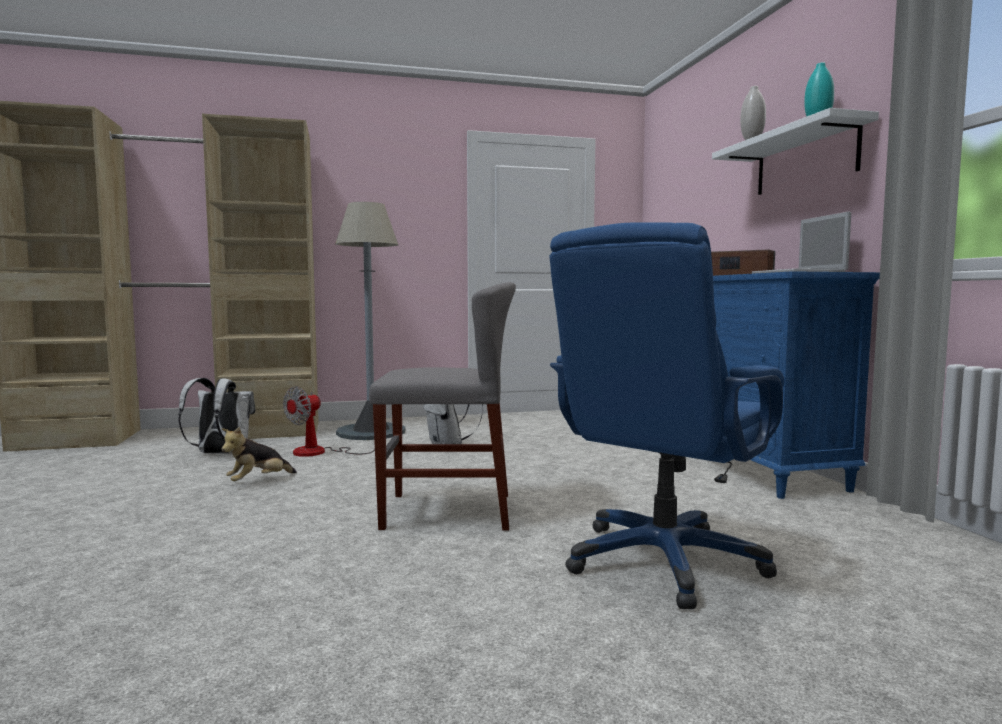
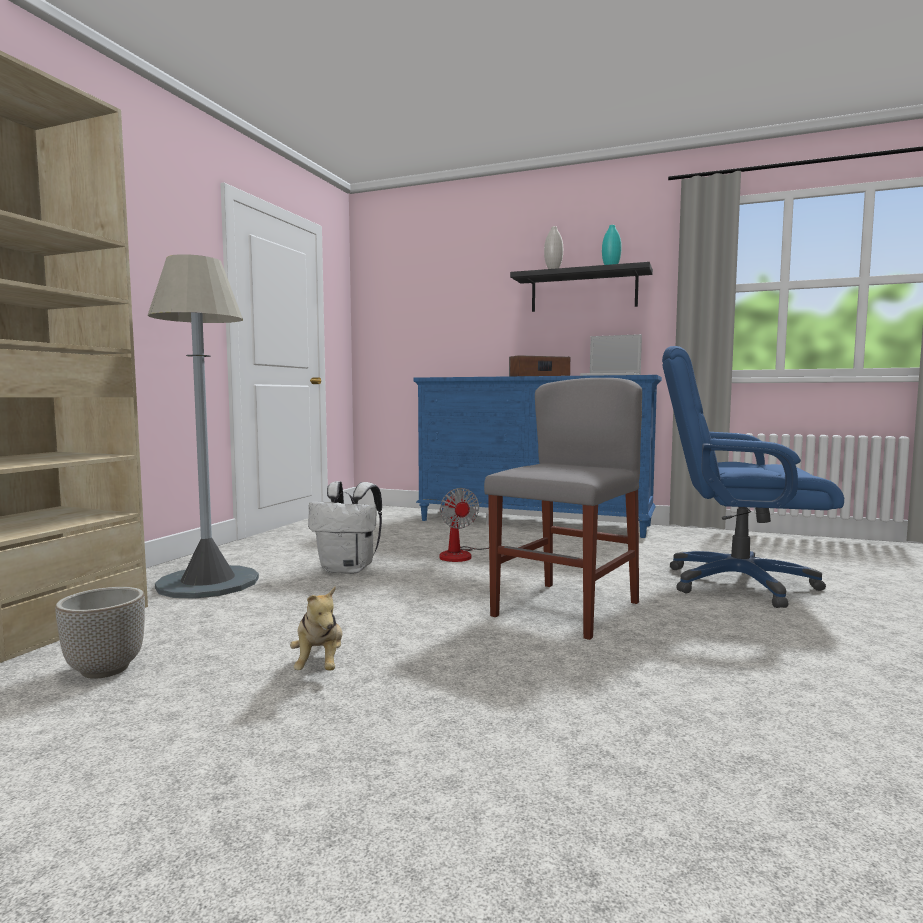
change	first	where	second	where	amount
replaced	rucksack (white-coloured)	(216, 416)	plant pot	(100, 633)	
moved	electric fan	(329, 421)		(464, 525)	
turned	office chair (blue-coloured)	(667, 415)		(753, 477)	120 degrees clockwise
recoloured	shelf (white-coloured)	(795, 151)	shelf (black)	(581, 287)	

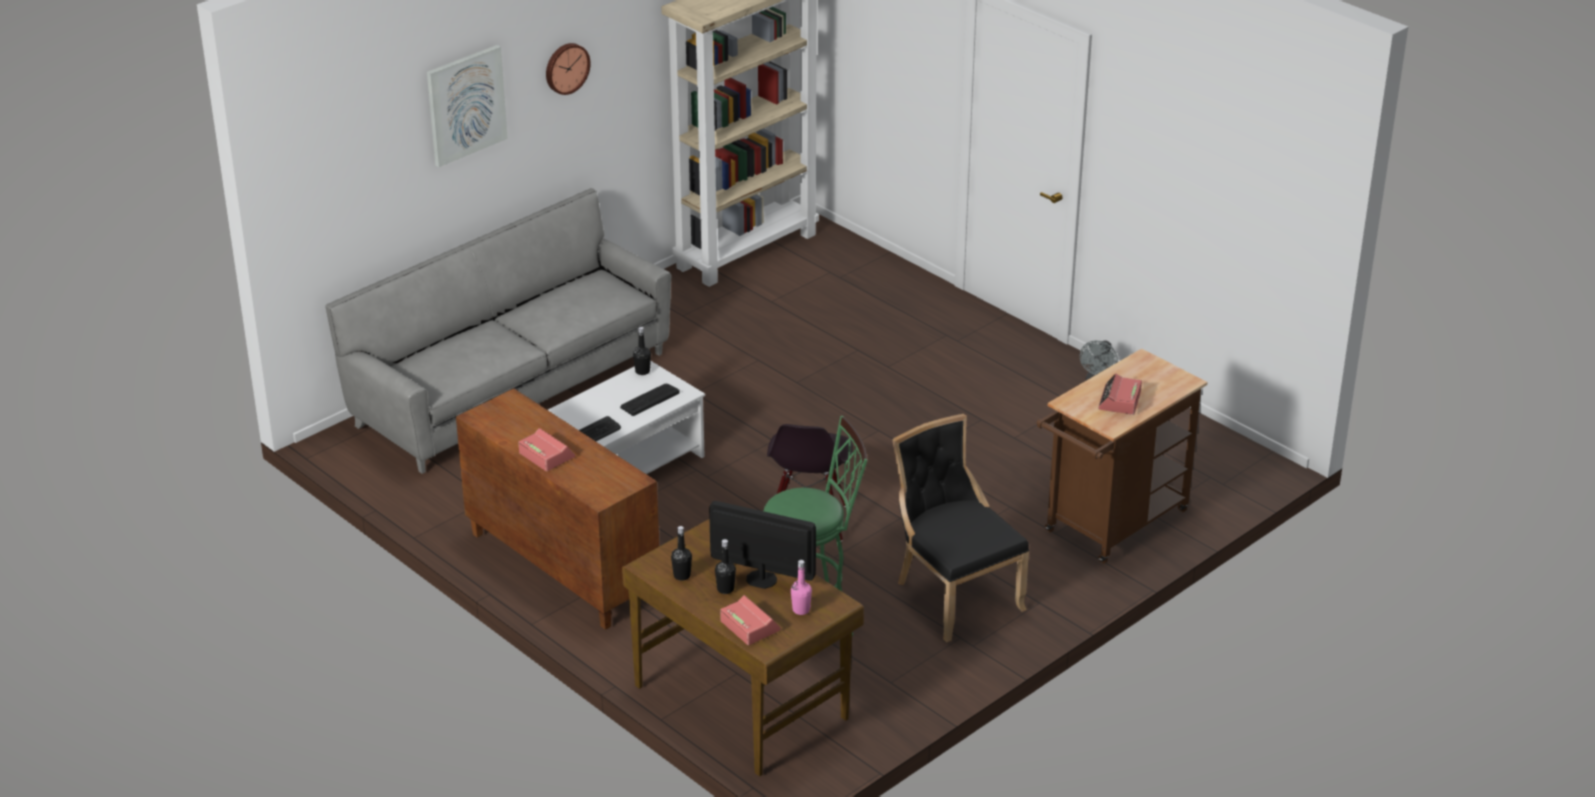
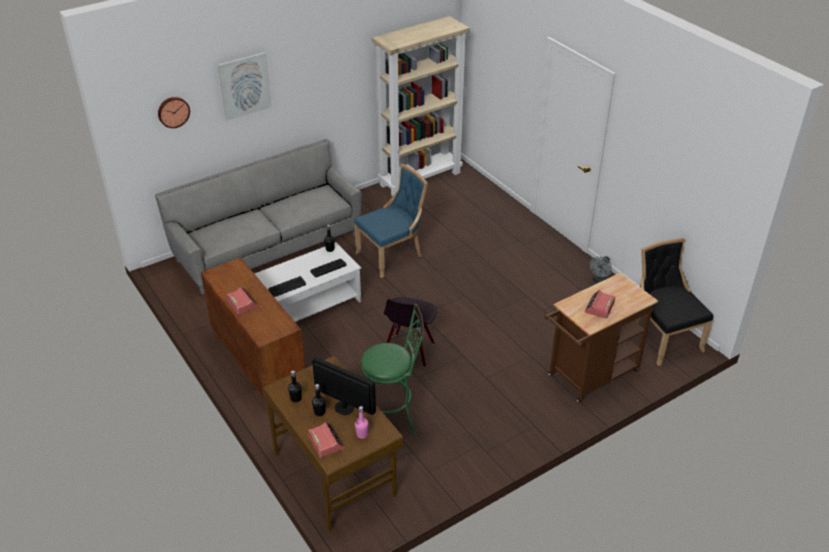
change	first	where	second	where	amount
moved	clock on the wall	(568, 69)		(174, 112)	
moved	chair (black)	(960, 528)		(674, 302)	
added			chair (blue-coloured)	(391, 221)	

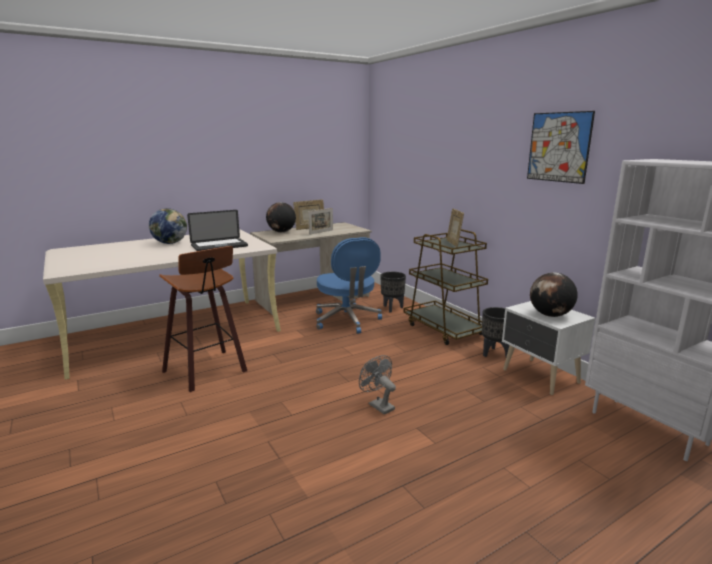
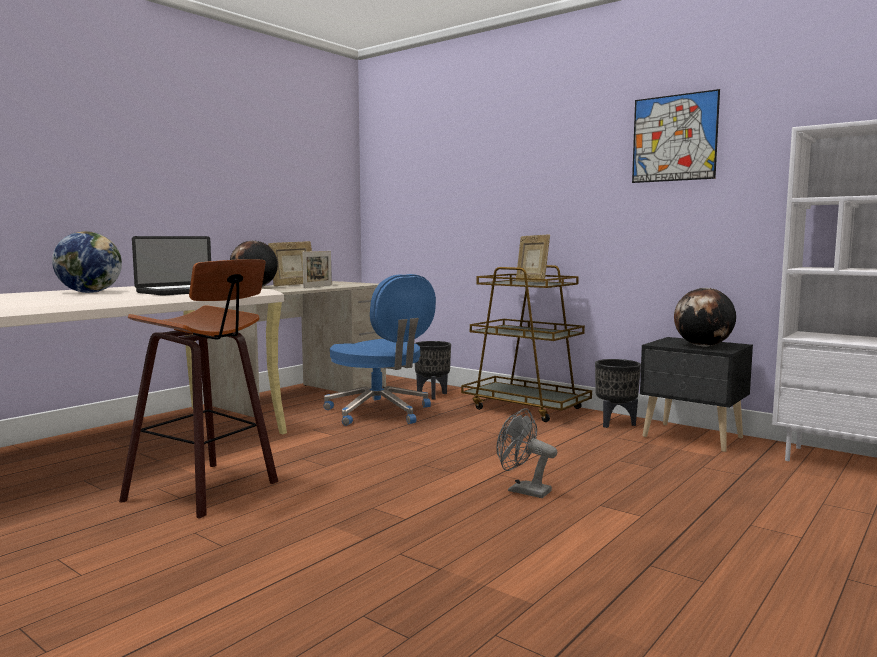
change	first	where	second	where	amount
recoloured	bedside table (white-coloured)	(548, 348)	bedside table (black)	(696, 394)	

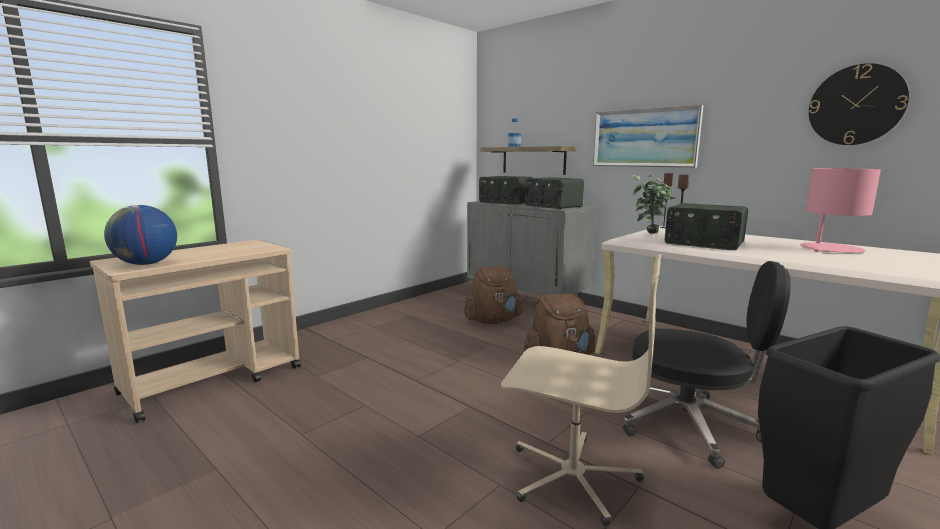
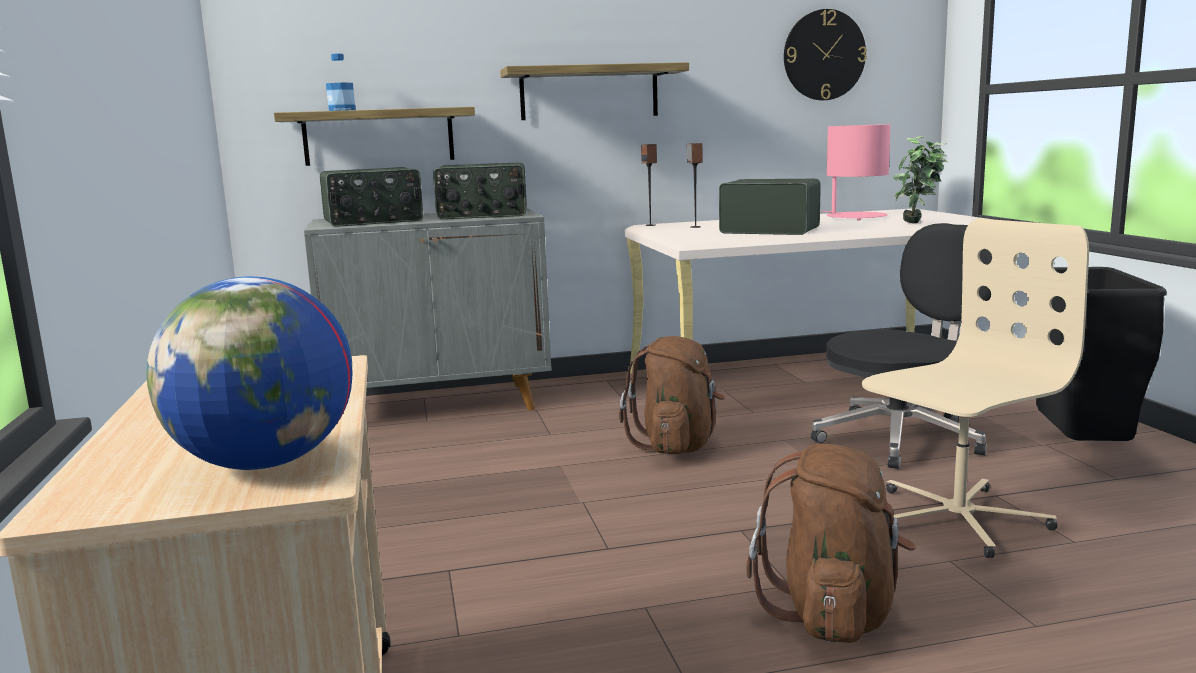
change	first	where	second	where	amount
moved	rucksack (brownish)	(493, 295)		(831, 543)	
replaced	picture	(648, 136)	shelf	(594, 91)	
moved	potted plant	(653, 204)		(920, 179)	
turned	radio set	(706, 226)		(770, 207)	135 degrees counterclockwise

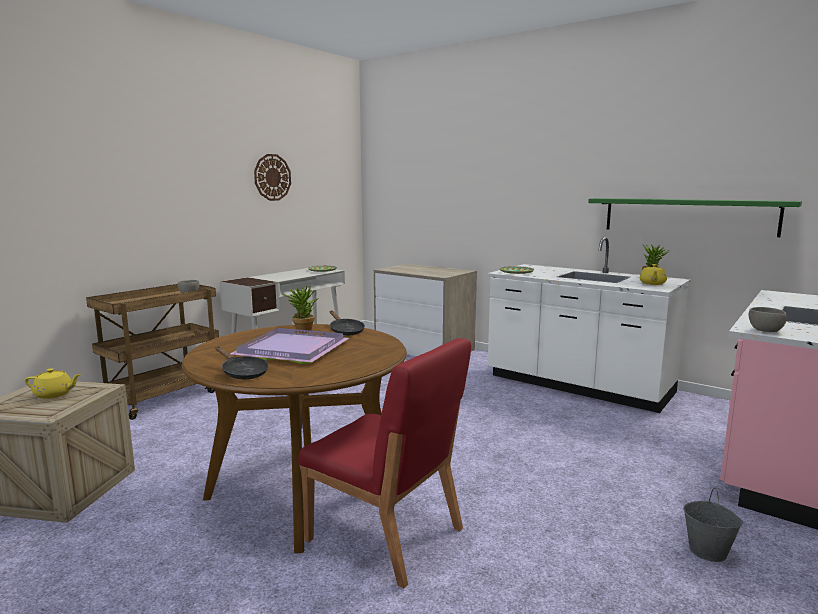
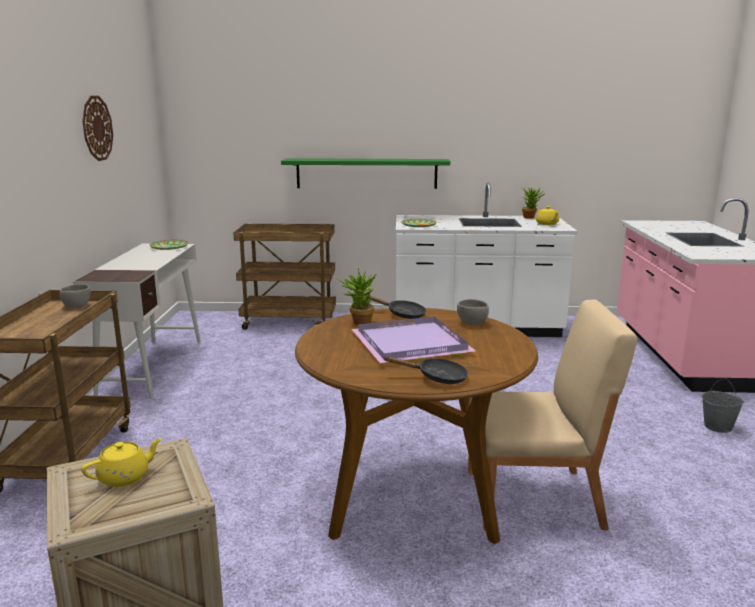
change	first	where	second	where	amount
recoloured	chair (reddish)	(384, 463)	chair (beige-coloured)	(552, 415)	
replaced	drawer chest	(425, 310)	wheeled cart (brownish)	(284, 277)	
moved	shelf (green-coloured)	(695, 217)		(365, 173)	
moved	bowl (grey)	(768, 319)		(473, 312)	

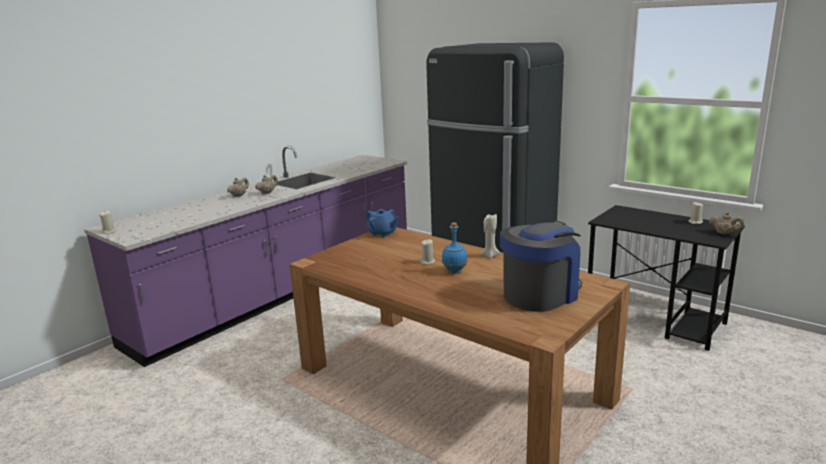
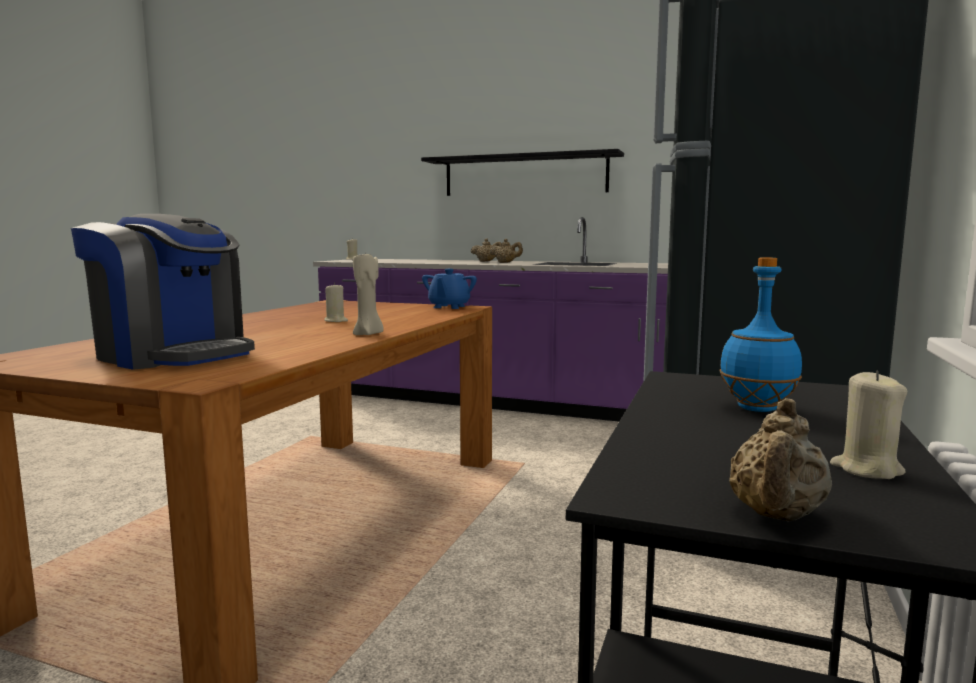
change	first	where	second	where	amount
moved	beverage bottle (blue-coloured)	(455, 248)		(760, 334)	
added			shelf (black)	(522, 172)	

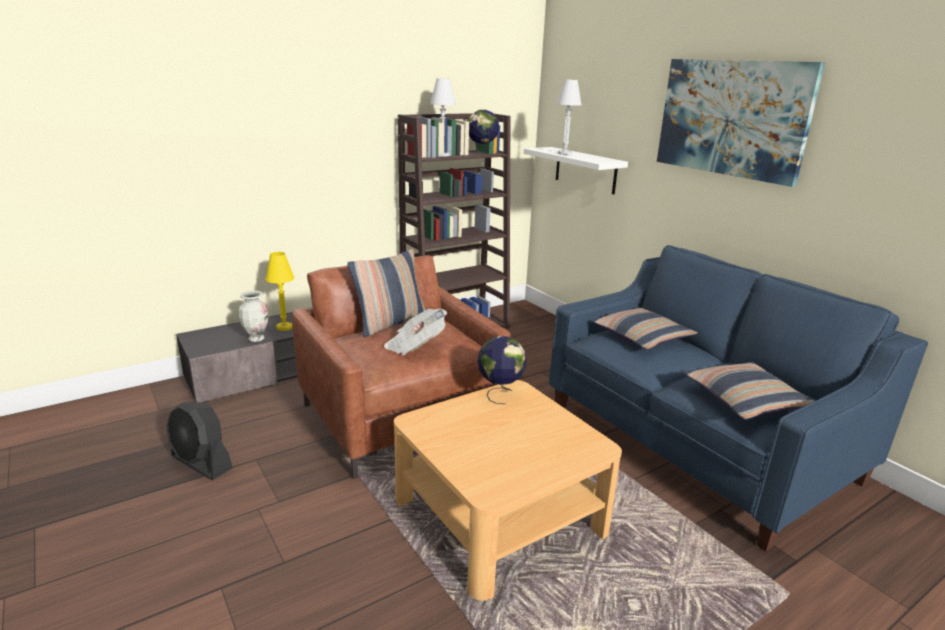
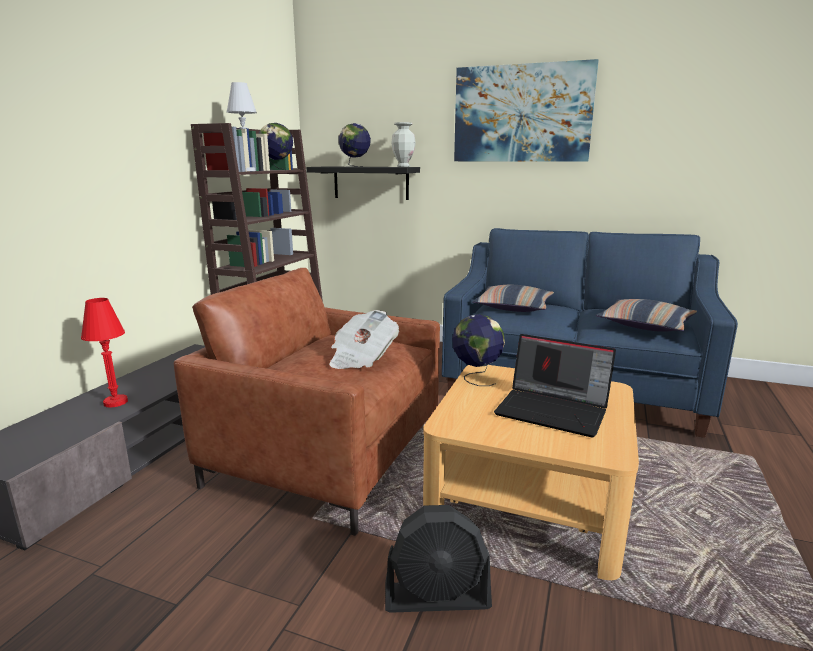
change	first	where	second	where	amount
moved	electric fan (black)	(199, 441)		(438, 559)	
moved	vase	(253, 316)		(403, 144)	
recoloured	table lamp (yellow-coloured)	(279, 291)	table lamp (reddish)	(104, 353)	
removed	throw pillow	(386, 293)			
recoloured	shelf (white-coloured)	(576, 170)	shelf (black)	(363, 183)	
replaced	table lamp (white-coloured)	(569, 117)	globe	(354, 145)	
added			laptop	(555, 385)	

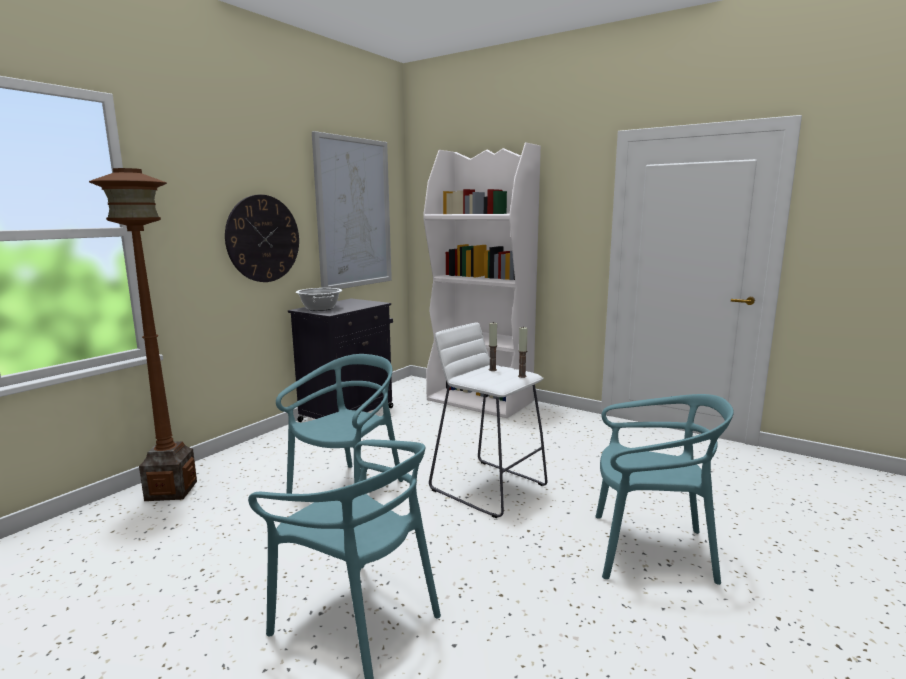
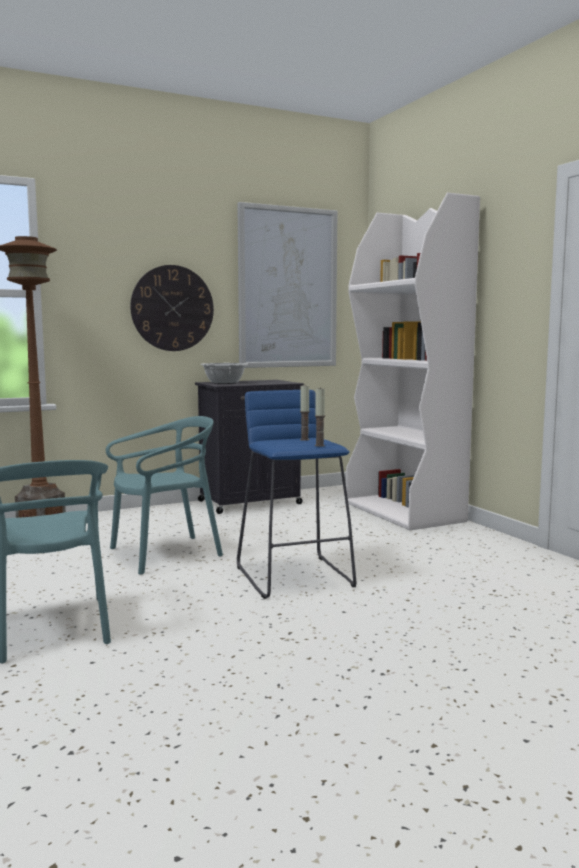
change	first	where	second	where	amount
recoloured	stool (white-coloured)	(488, 420)	stool (blue-coloured)	(296, 494)	
removed	chair (turquoise-coloured)	(664, 489)			

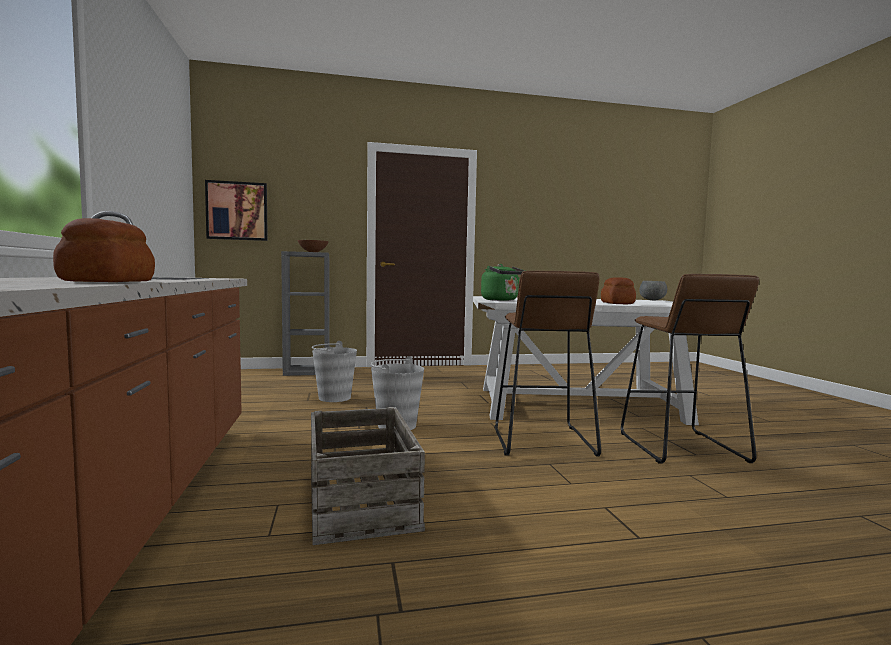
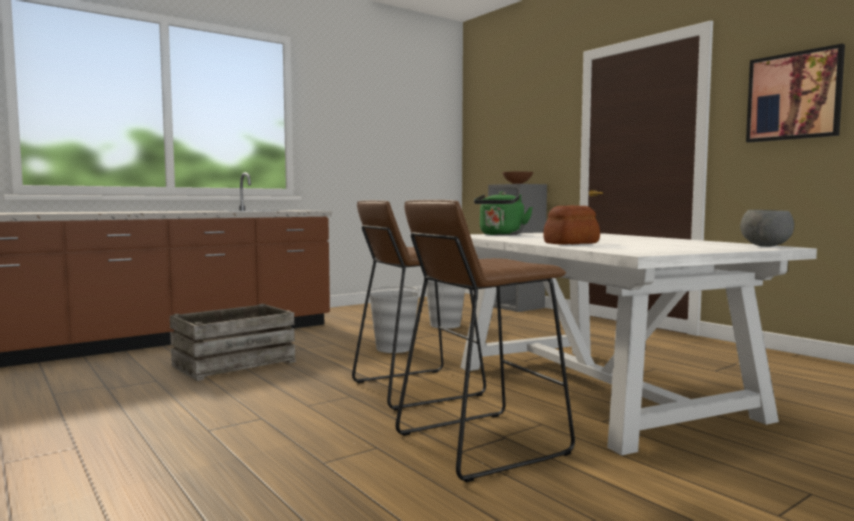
change	first	where	second	where	amount
removed	bakery bread	(104, 250)			
moved	picture	(236, 210)		(795, 93)	

